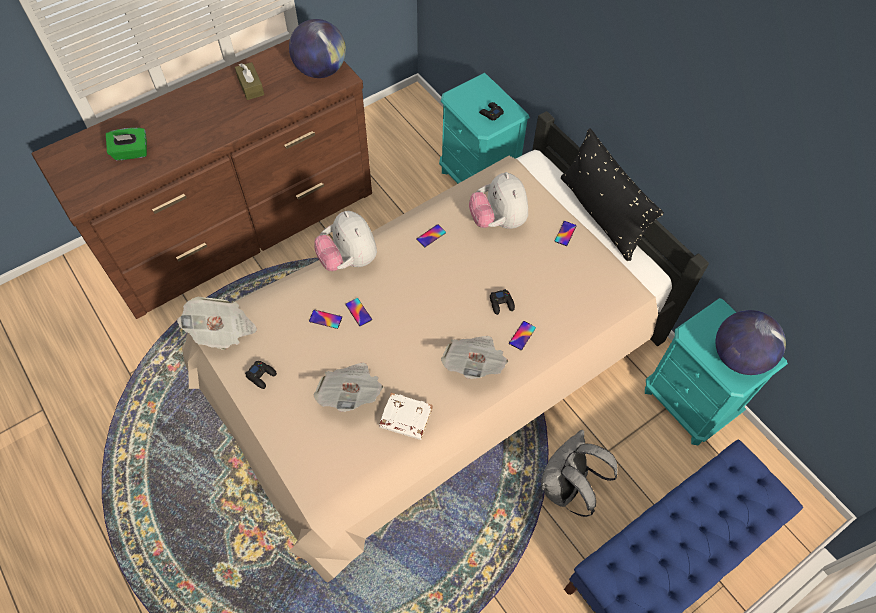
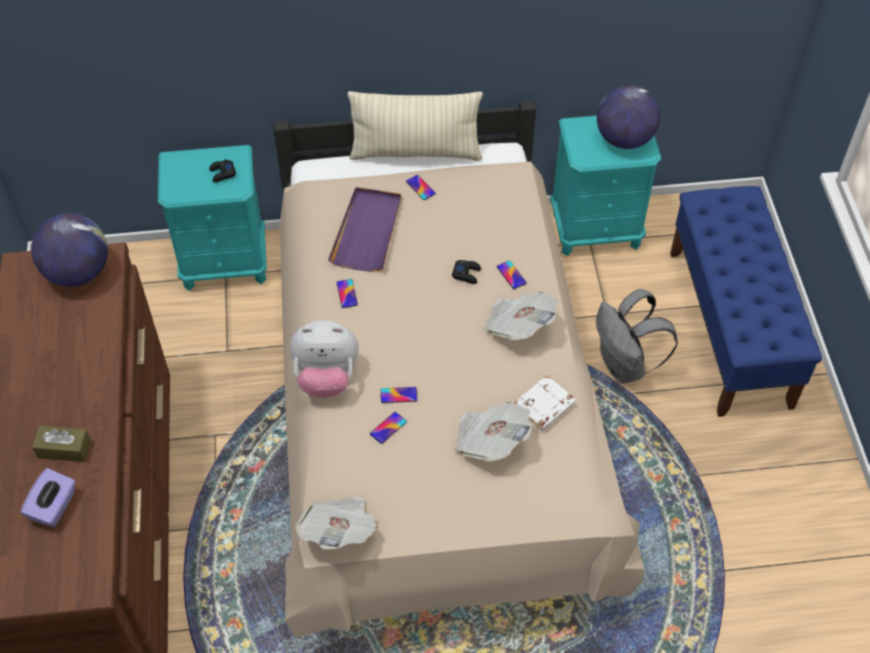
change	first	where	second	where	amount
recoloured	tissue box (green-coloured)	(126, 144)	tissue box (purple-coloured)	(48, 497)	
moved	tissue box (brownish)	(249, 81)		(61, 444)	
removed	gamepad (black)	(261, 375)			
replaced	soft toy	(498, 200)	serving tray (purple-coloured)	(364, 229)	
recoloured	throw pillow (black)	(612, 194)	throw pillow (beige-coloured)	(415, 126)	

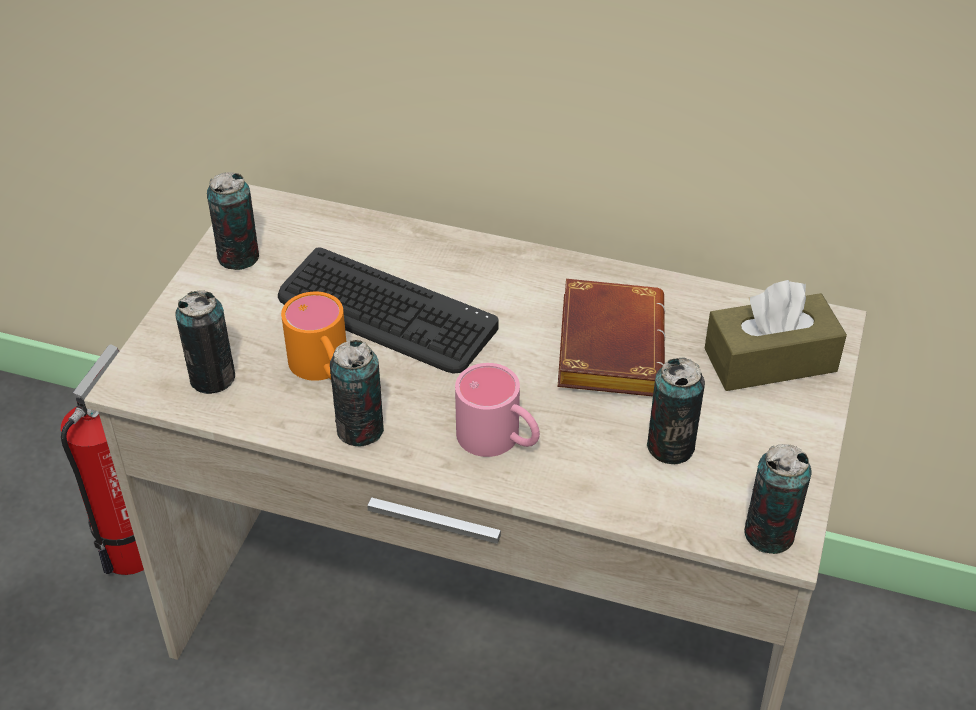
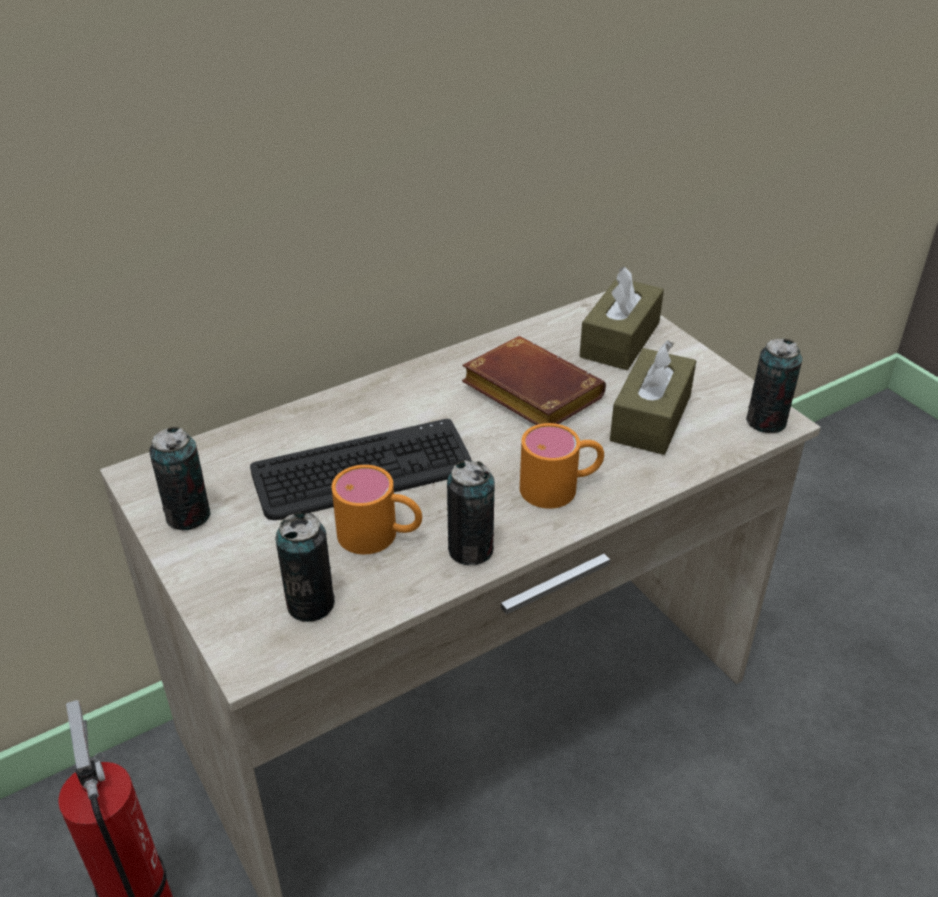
change	first	where	second	where	amount
recoloured	mug (pinkish)	(497, 410)	mug (orange-coloured)	(562, 466)	
replaced	sealed can	(676, 411)	tissue box (brownish)	(653, 397)	

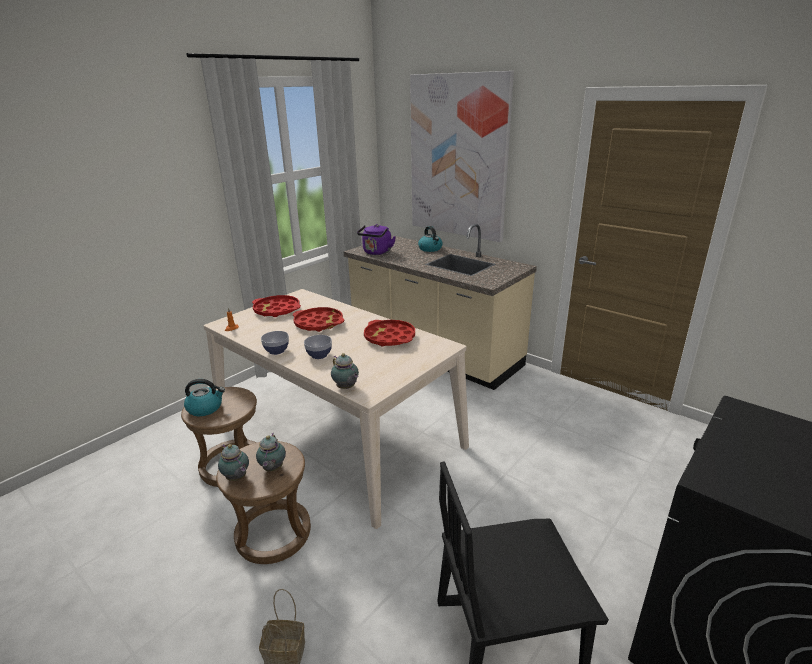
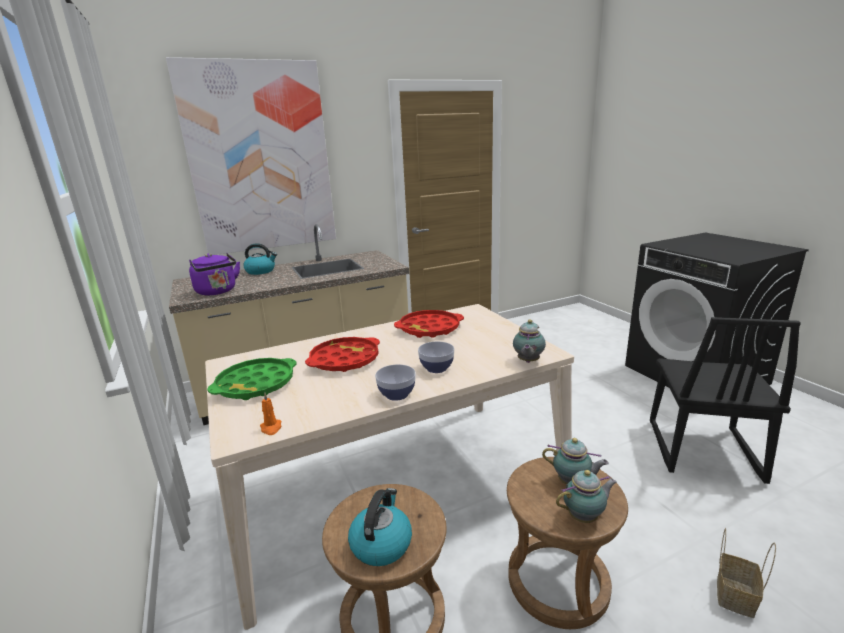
change	first	where	second	where	amount
recoloured	serving tray (reddish)	(276, 306)	serving tray (green-coloured)	(251, 379)	
turned	pot for tea	(345, 371)		(529, 341)	120 degrees clockwise

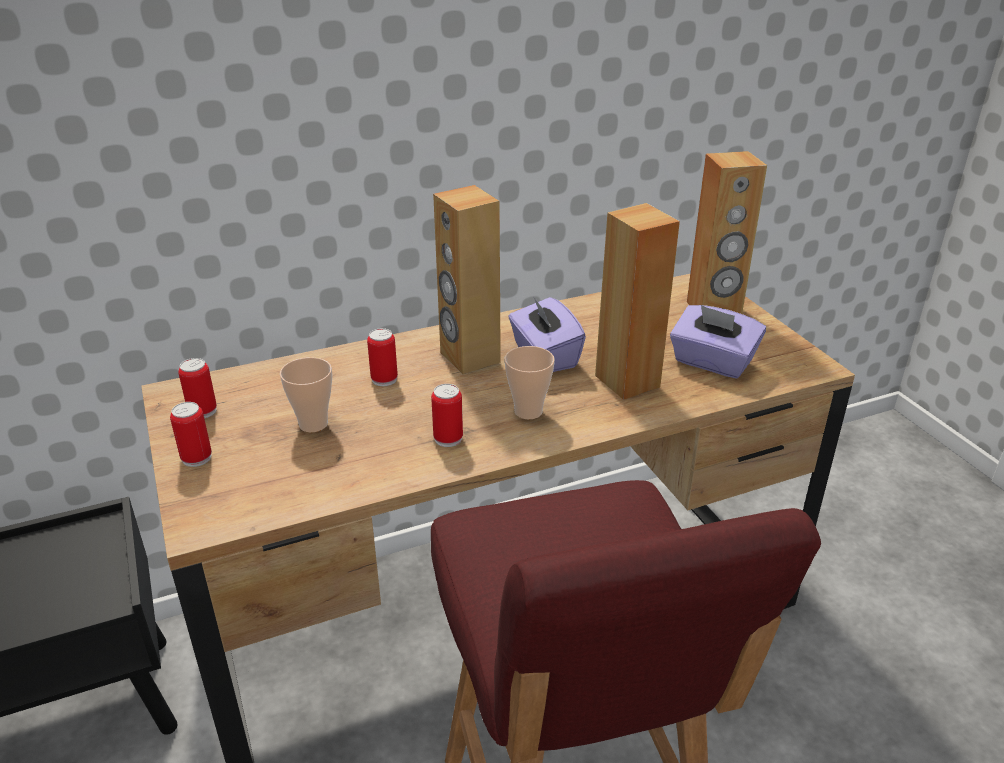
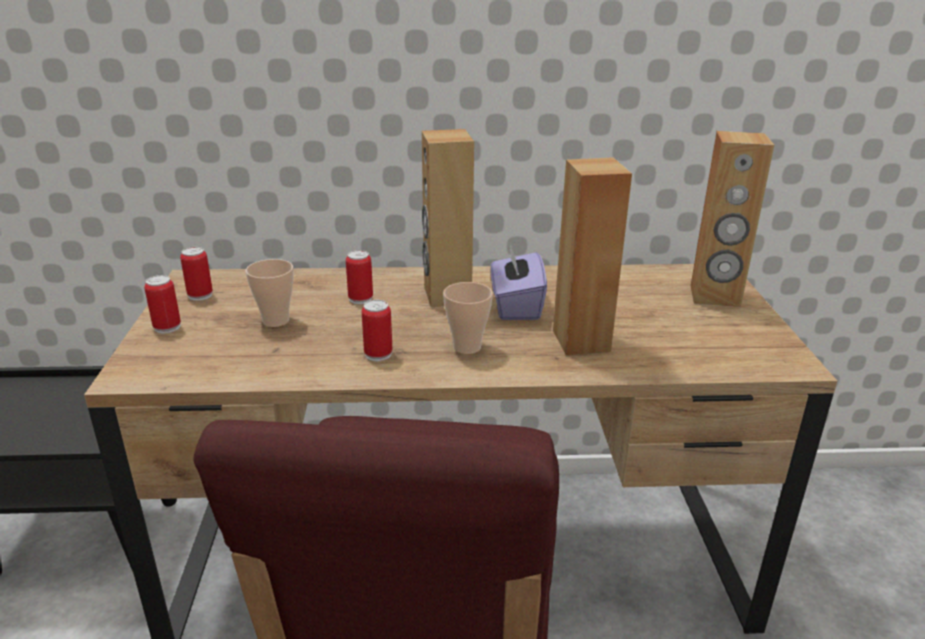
change	first	where	second	where	amount
removed	tissue box (purple-coloured)	(718, 342)			

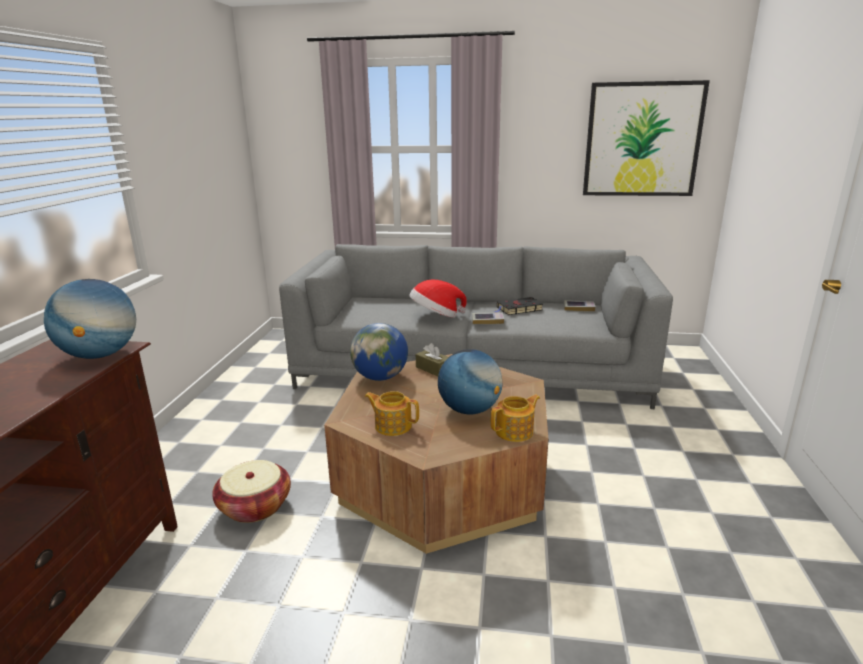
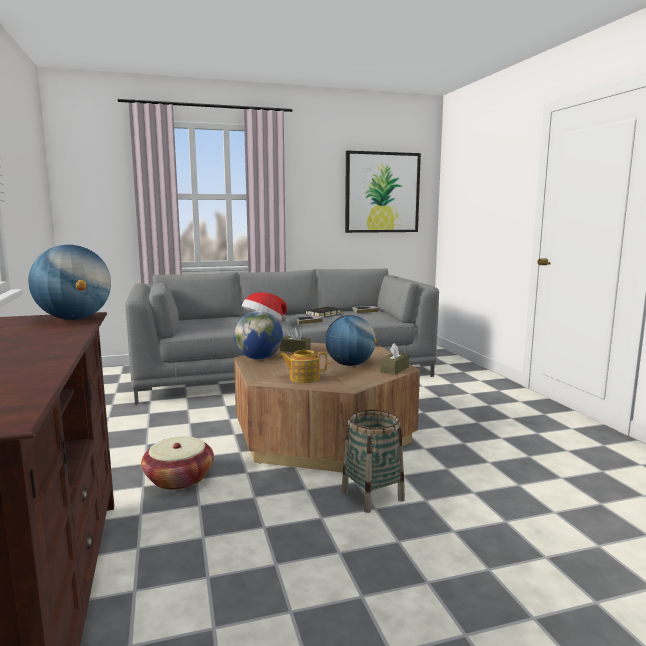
change	first	where	second	where	amount
replaced	pot for tea	(515, 418)	tissue box (brownish)	(394, 359)	
added			household basket	(373, 461)	

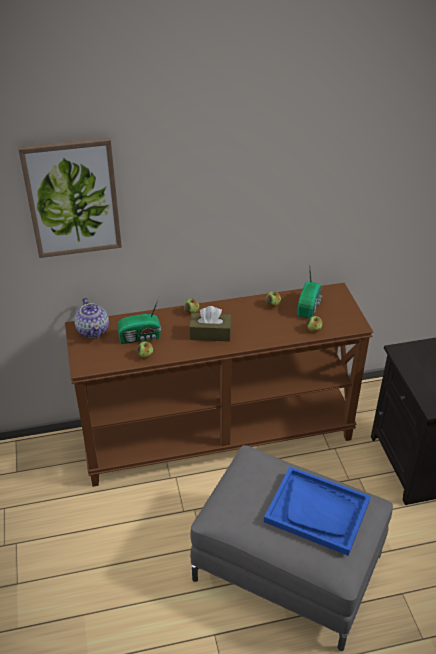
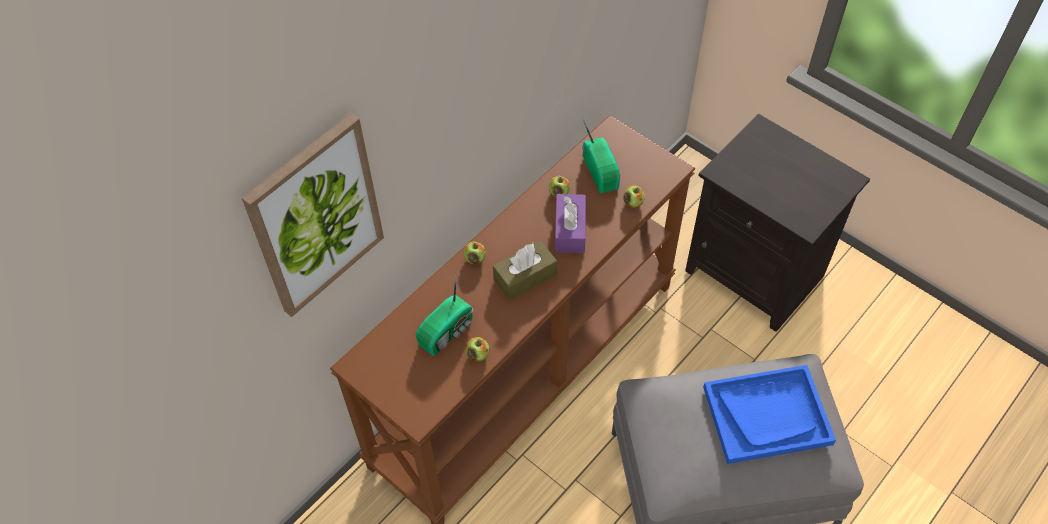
change	first	where	second	where	amount
removed	pot for tea	(92, 318)			
added			tissue box (purple-coloured)	(570, 223)	

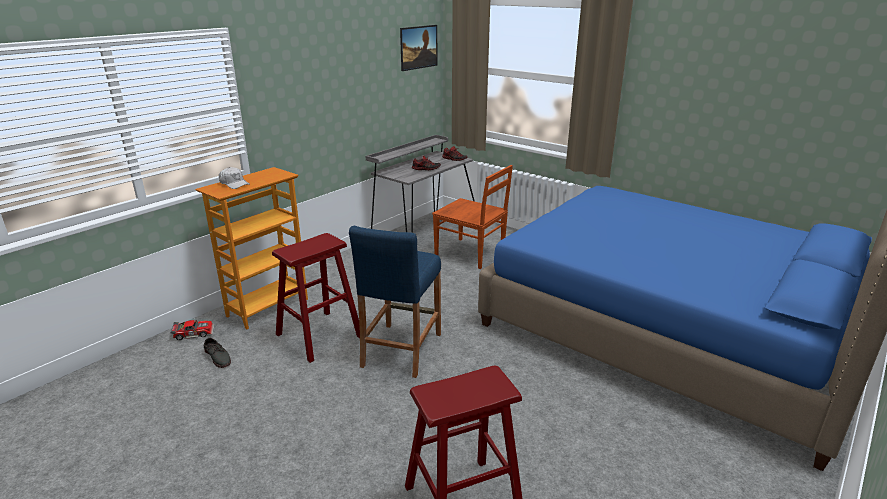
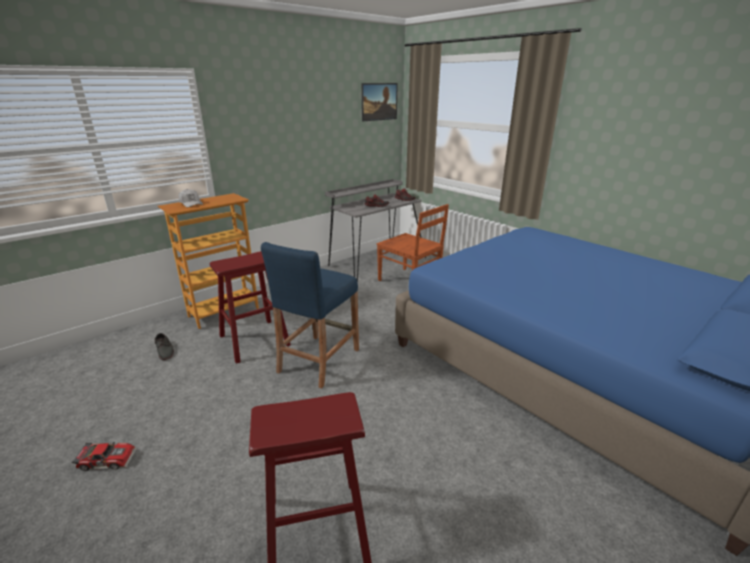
change	first	where	second	where	amount
moved	toy car	(192, 330)		(104, 456)	

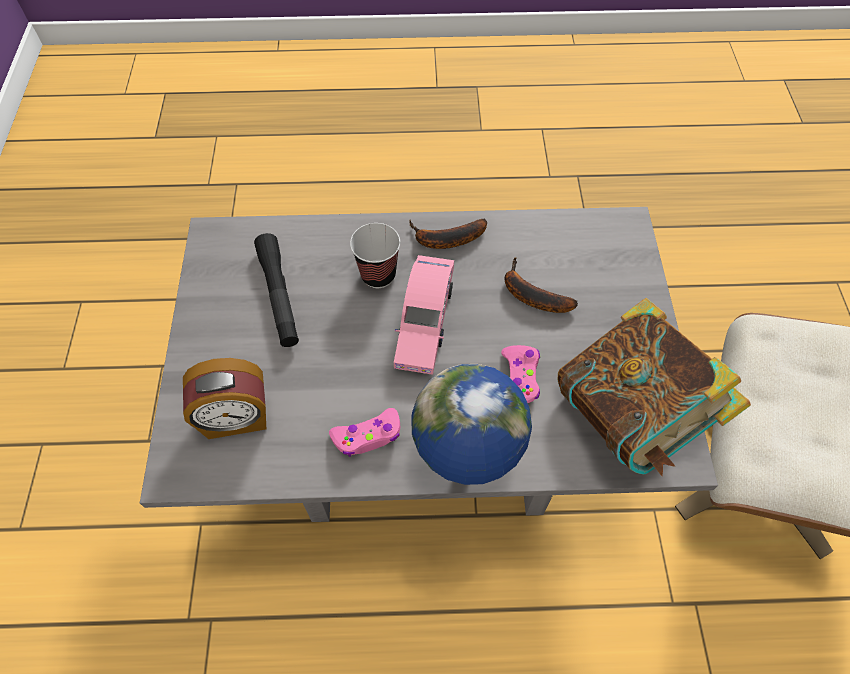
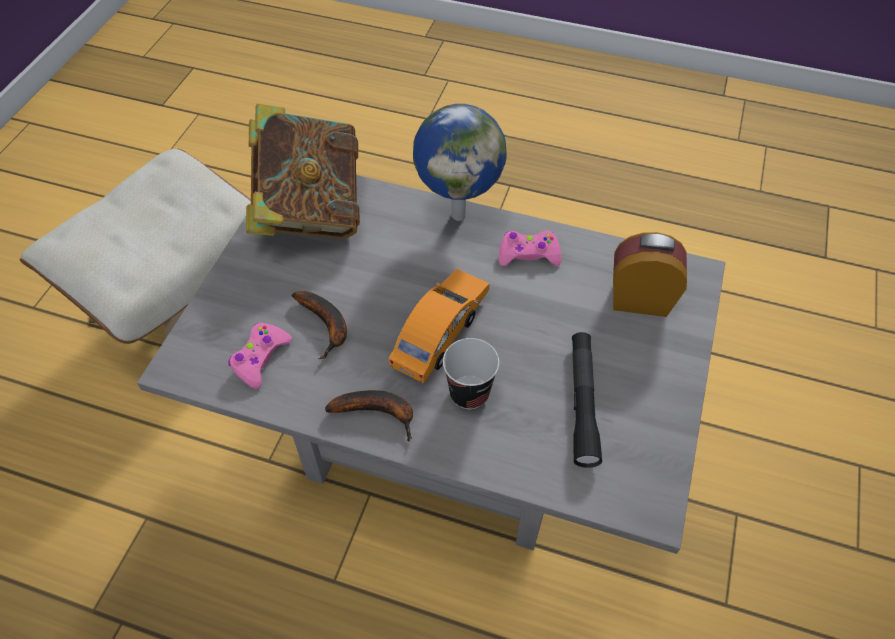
change	first	where	second	where	amount
recoloured	toy car (pinkish)	(424, 315)	toy car (orange-coloured)	(439, 326)	
moved	gamepad (pinkish)	(520, 374)		(260, 356)	

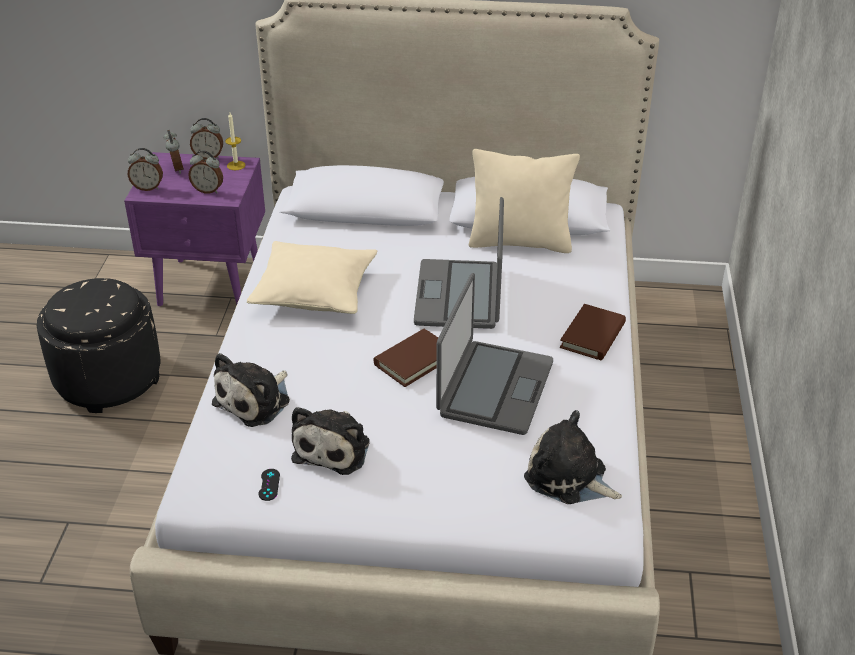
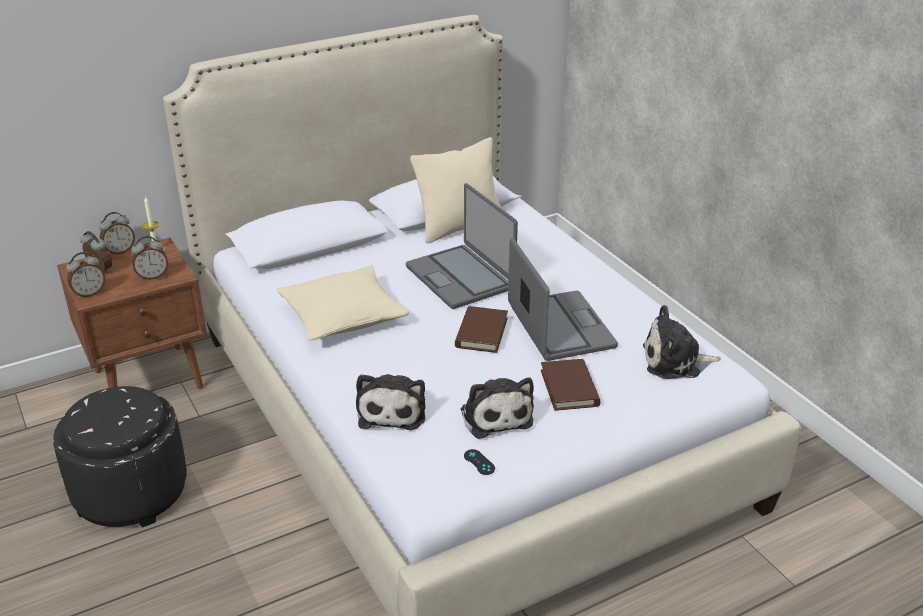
change	first	where	second	where	amount
recoloured	bedside table (purple-coloured)	(194, 229)	bedside table (brownish)	(132, 313)	
moved	bound book (brownish)	(593, 332)		(570, 385)	

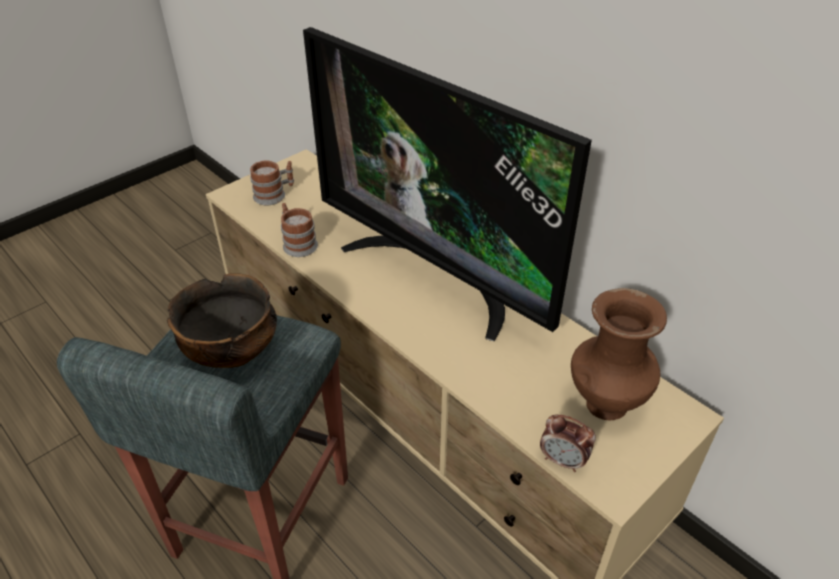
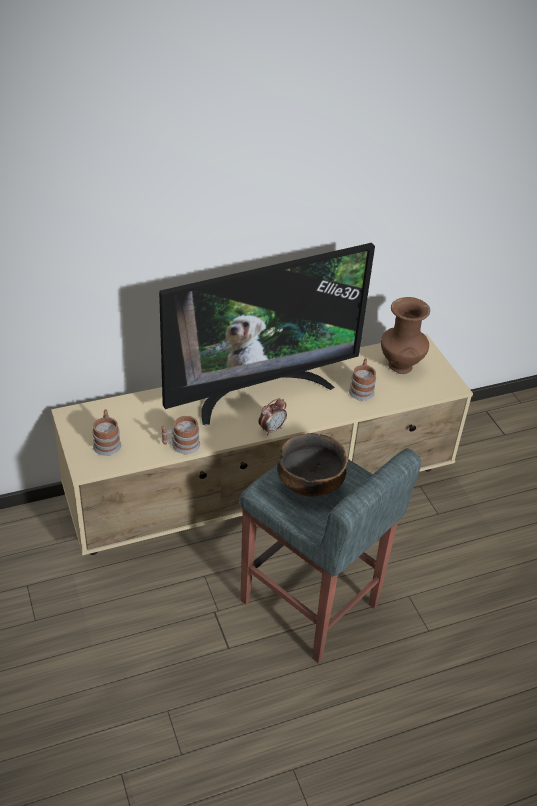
change	first	where	second	where	amount
moved	bedside clock	(568, 443)		(272, 417)	
added			mug	(362, 379)	

